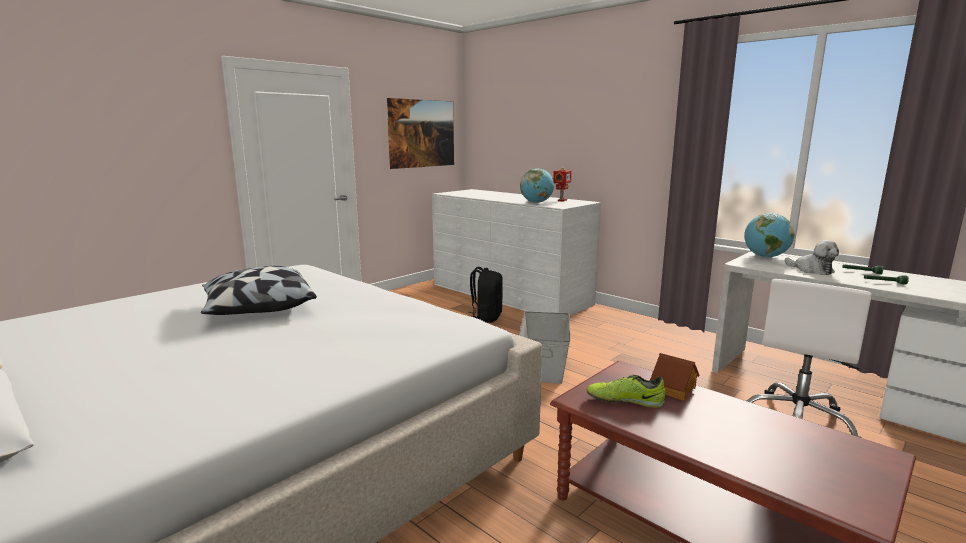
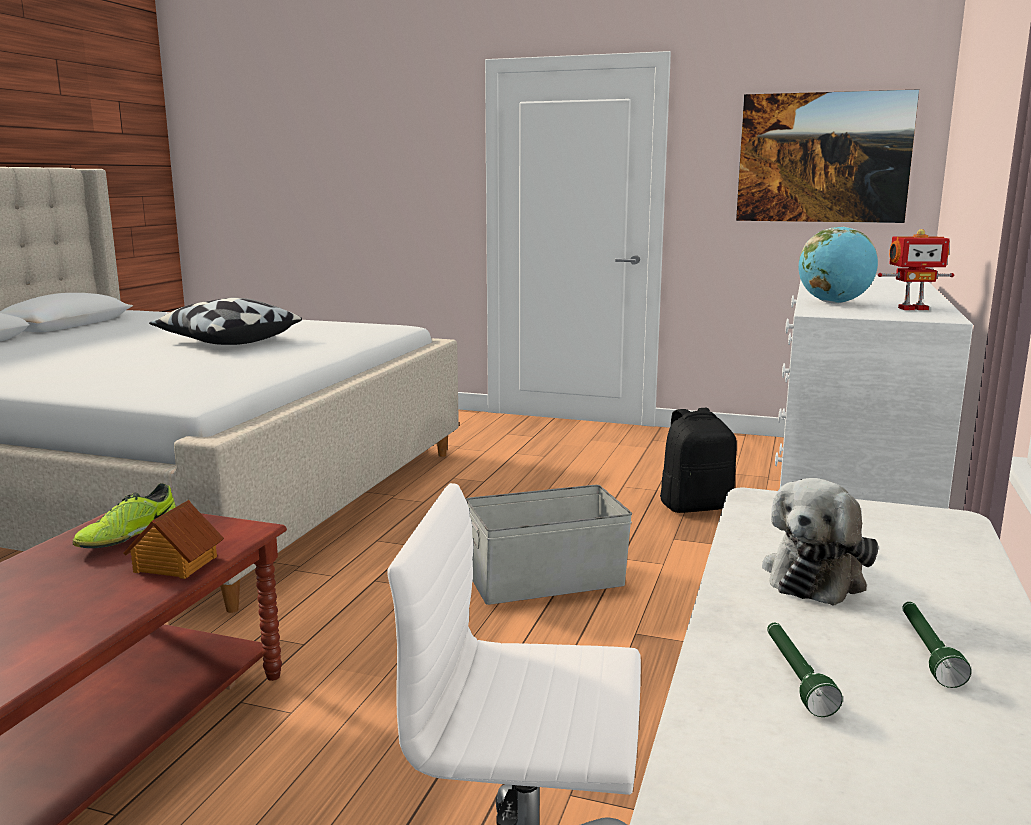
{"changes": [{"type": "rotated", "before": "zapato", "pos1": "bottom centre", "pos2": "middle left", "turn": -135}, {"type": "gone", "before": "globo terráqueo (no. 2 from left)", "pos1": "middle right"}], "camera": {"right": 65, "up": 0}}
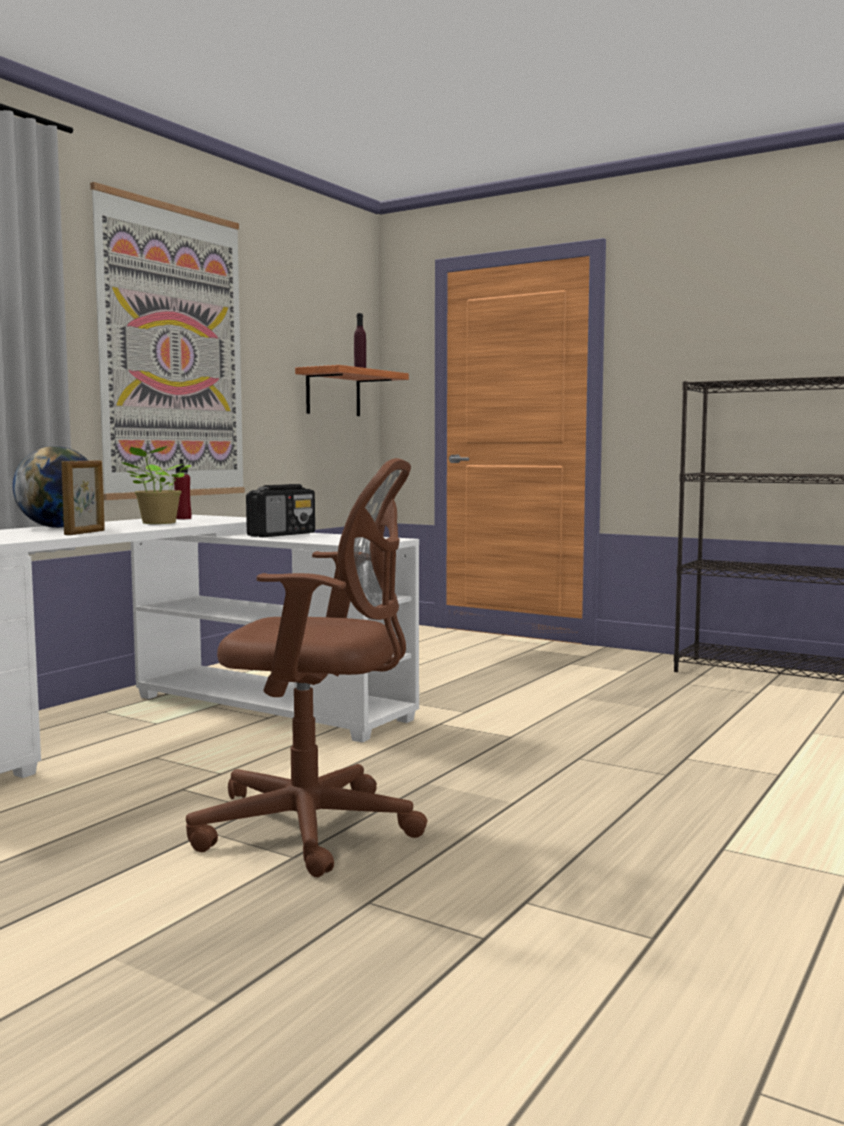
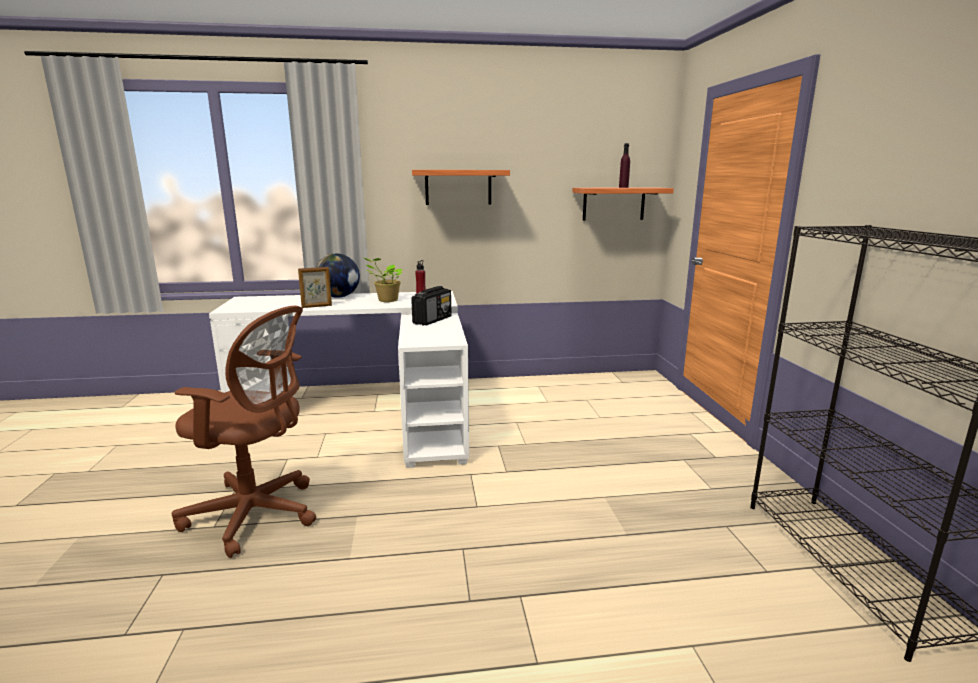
{"changes": [{"type": "rotated", "before": "silla de oficina (marrón)", "pos1": "centre", "pos2": "middle left", "turn": -45}, {"type": "rotated", "before": "radio", "pos1": "middle left", "pos2": "centre", "turn": -60}, {"type": "swapped", "before": "cuadro", "after": "estante (no. 1 from left)", "pos1": "top left", "pos2": "top centre"}], "camera": {"right": 50, "up": 10}}
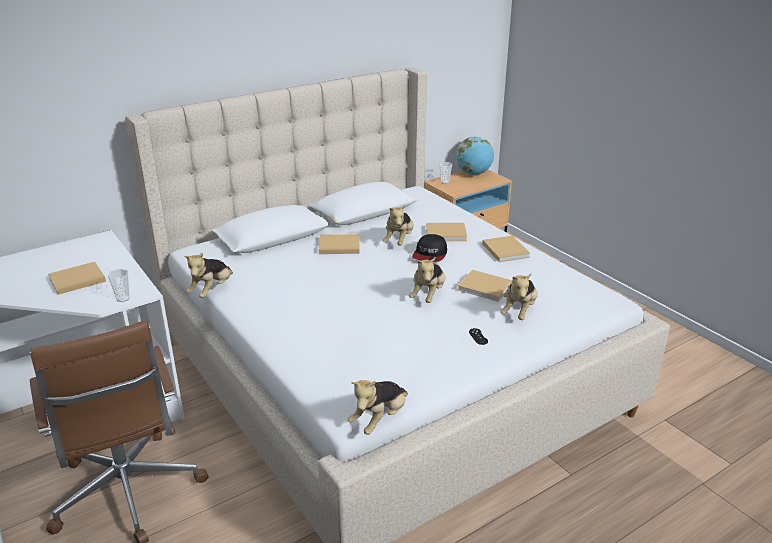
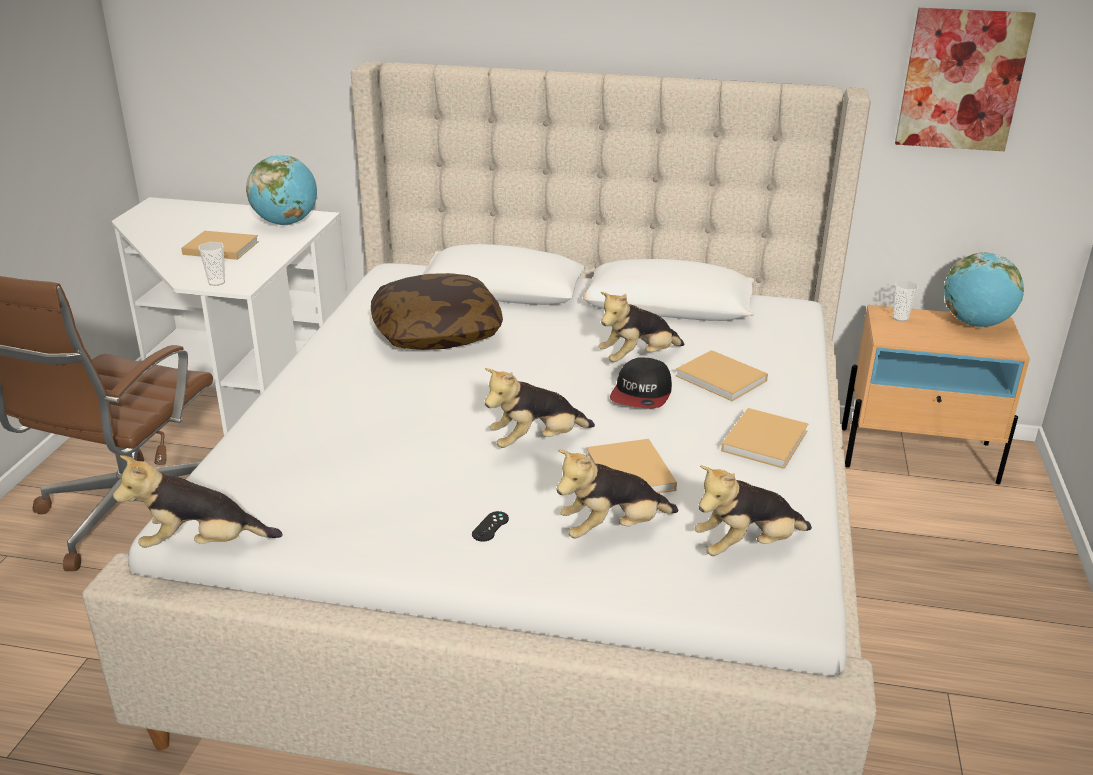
{"changes": [{"type": "new", "after": "globo terráqueo (no. 1 from left)", "pos2": "top left"}, {"type": "new", "after": "cojín", "pos2": "centre"}, {"type": "rotated", "before": "gorra", "pos1": "centre", "pos2": "centre", "turn": -45}, {"type": "shifted", "before": "peluche (no. 1 from left in the first image)", "after": "peluche (no. 5 from left)", "pos1": "middle left", "pos2": "middle right"}, {"type": "new", "after": "cuadro", "pos2": "top right"}, {"type": "gone", "before": "libro (beis) (no. 2 from left)", "pos1": "centre"}], "camera": {"right": 45, "up": 0}}
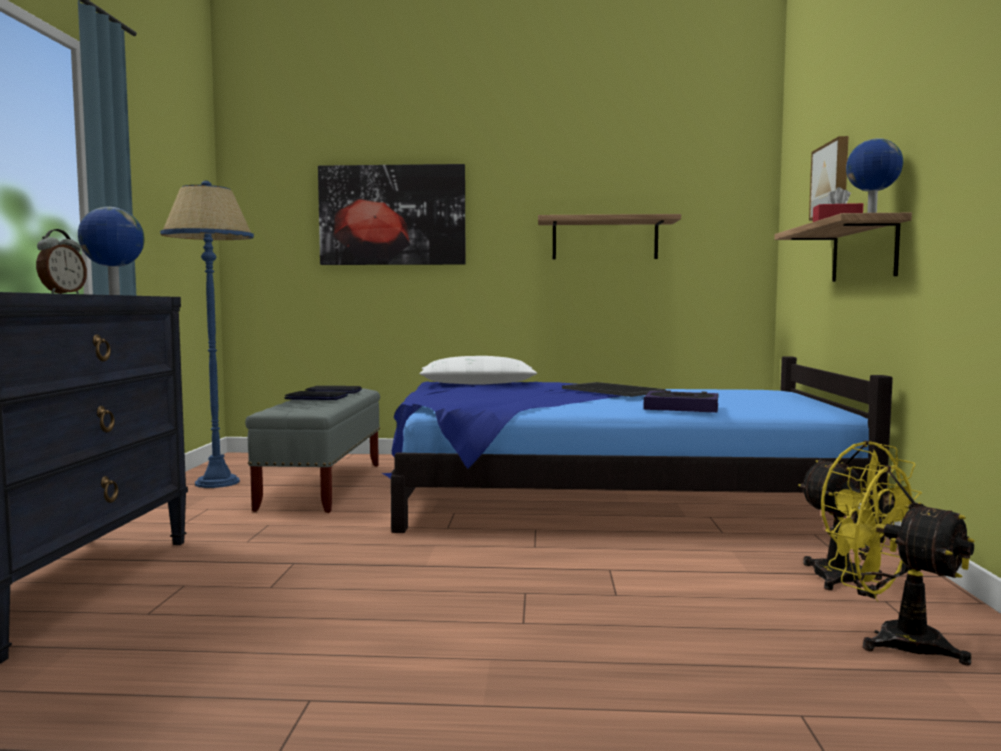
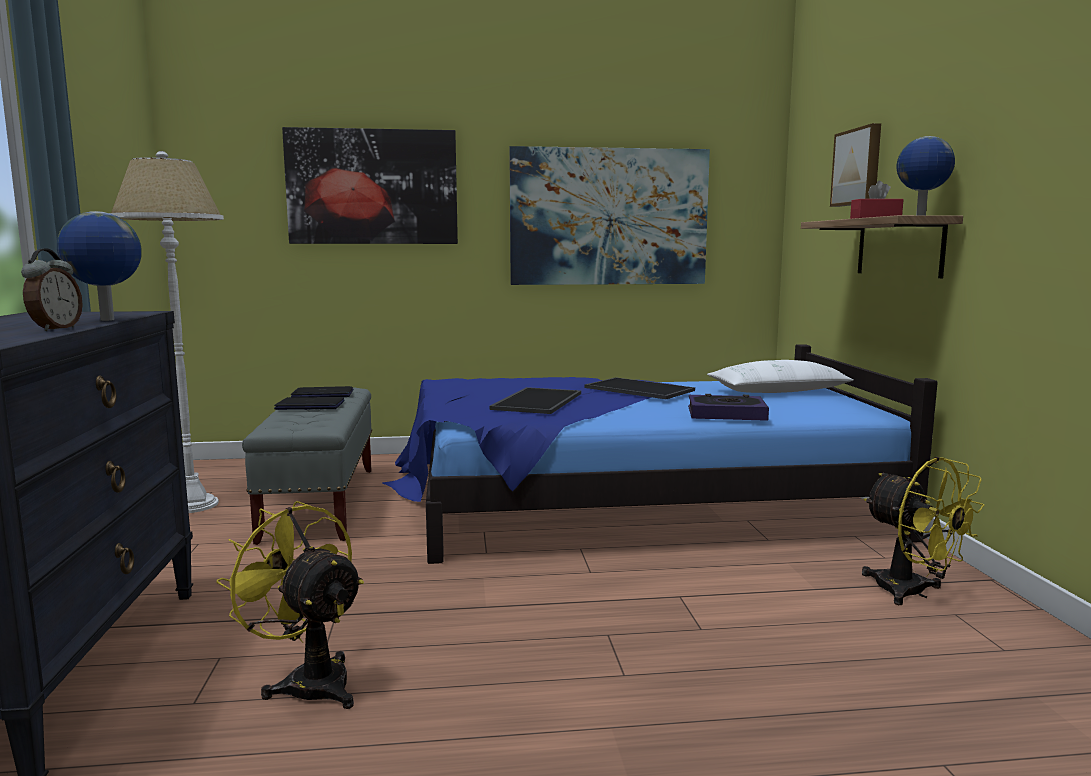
{"changes": [{"type": "repainted", "before": "lámpara de pie (azul)", "after": "lámpara de pie (blanco)", "pos1": "middle left", "pos2": "middle left"}, {"type": "shifted", "before": "ventilador (amarillo) (no. 2 from left in the first image)", "after": "ventilador (amarillo) (no. 1 from left)", "pos1": "bottom right", "pos2": "bottom left"}, {"type": "new", "after": "bandeja (no. 1 from left)", "pos2": "centre"}, {"type": "swapped", "before": "estante (no. 1 from left)", "after": "cuadro (no. 2 from left)", "pos1": "top centre", "pos2": "top centre"}, {"type": "shifted", "before": "cojín (blanco)", "pos1": "centre", "pos2": "middle right"}], "camera": {"right": -10, "up": 5}}
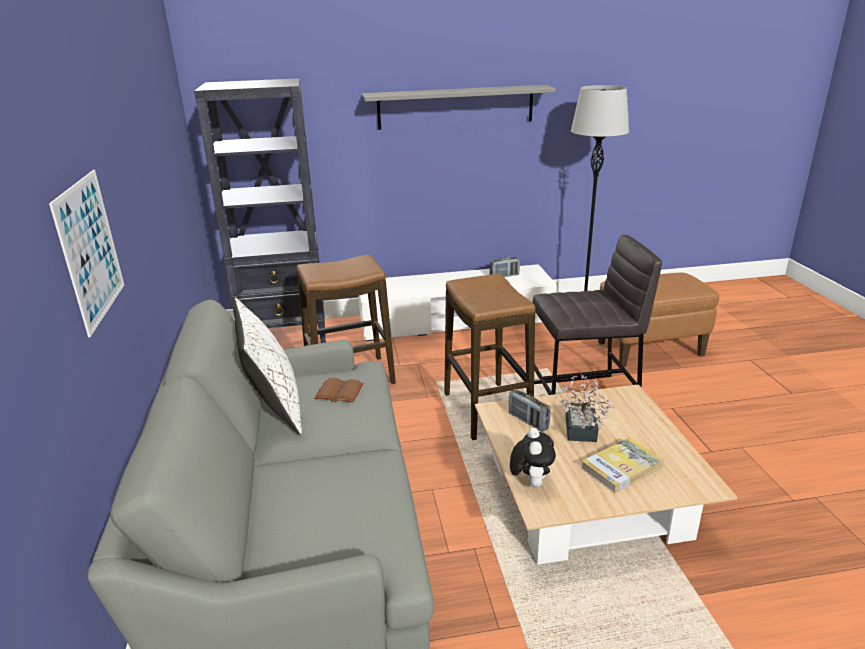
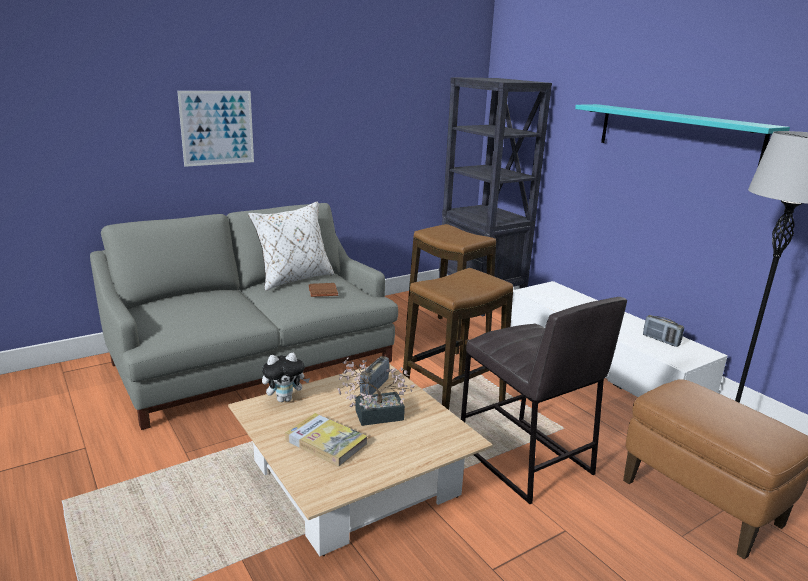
{"changes": [{"type": "repainted", "before": "estante (gris)", "after": "estante (turquesa)", "pos1": "top centre", "pos2": "top right"}], "camera": {"right": 65, "up": -5}}
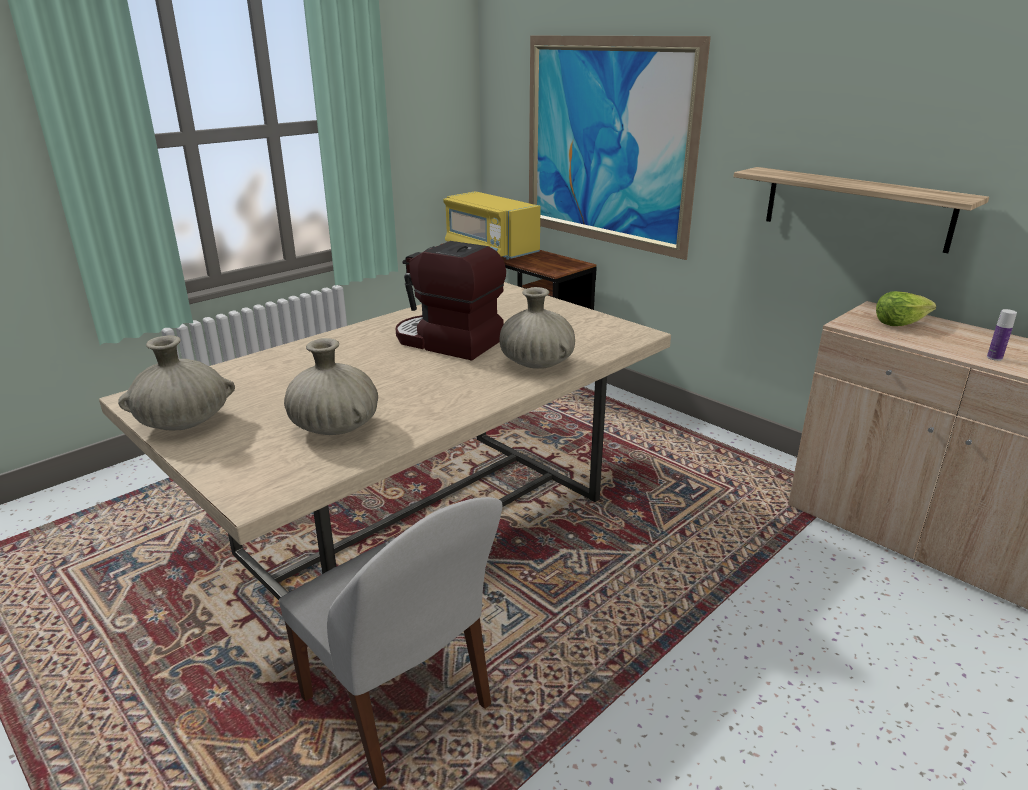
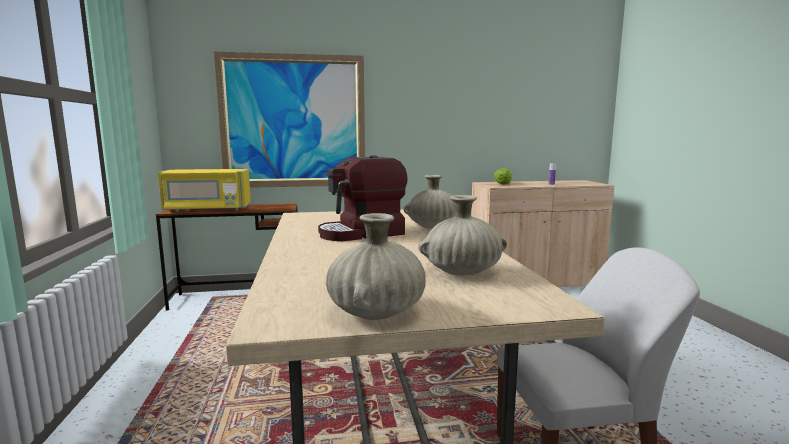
{"changes": [{"type": "gone", "before": "estante", "pos1": "top right"}], "camera": {"right": -55, "up": -15}}
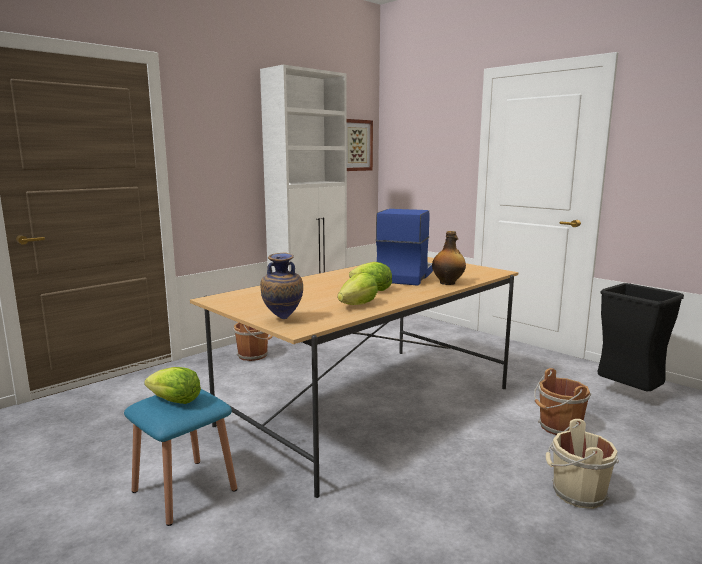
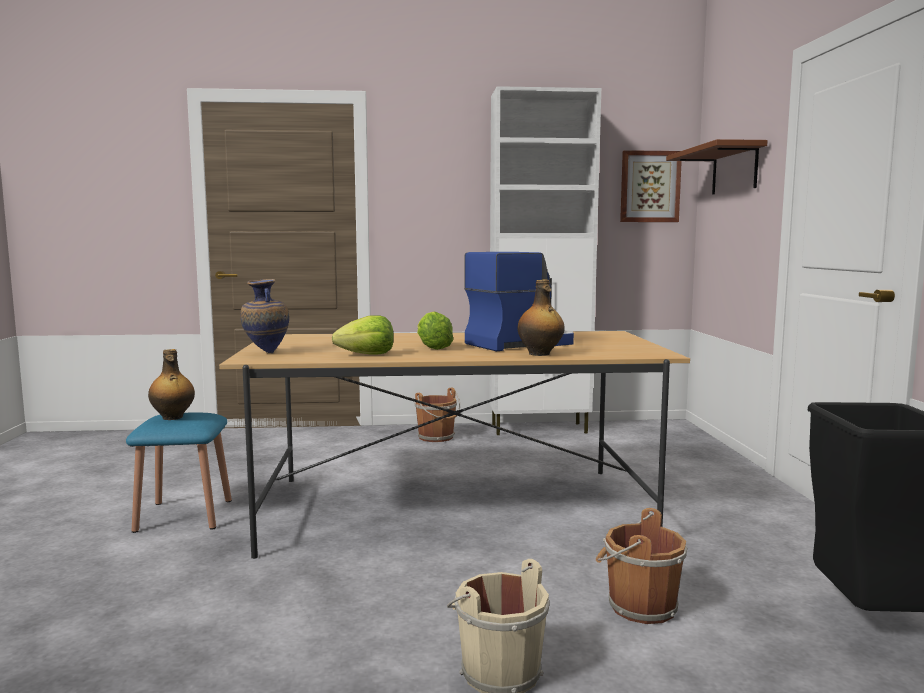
{"changes": [{"type": "swapped", "before": "lechuga (no. 1 from left)", "after": "botella (no. 1 from left)", "pos1": "bottom left", "pos2": "middle left"}, {"type": "new", "after": "estante (marrón)", "pos2": "top right"}], "camera": {"right": 40, "up": -5}}
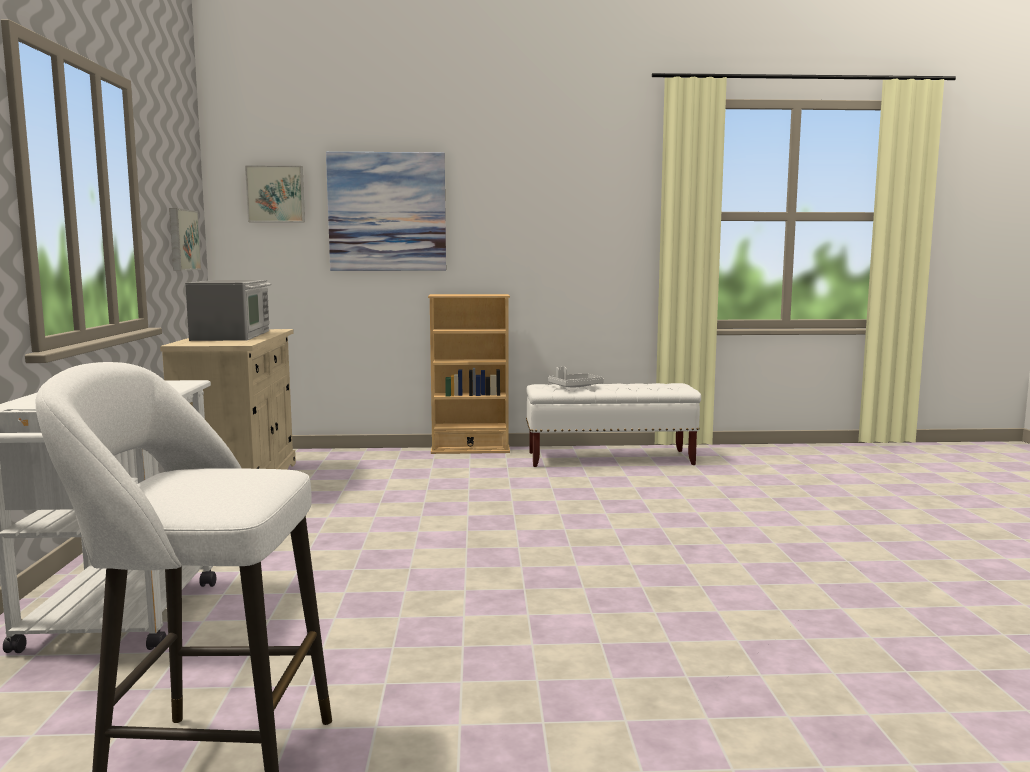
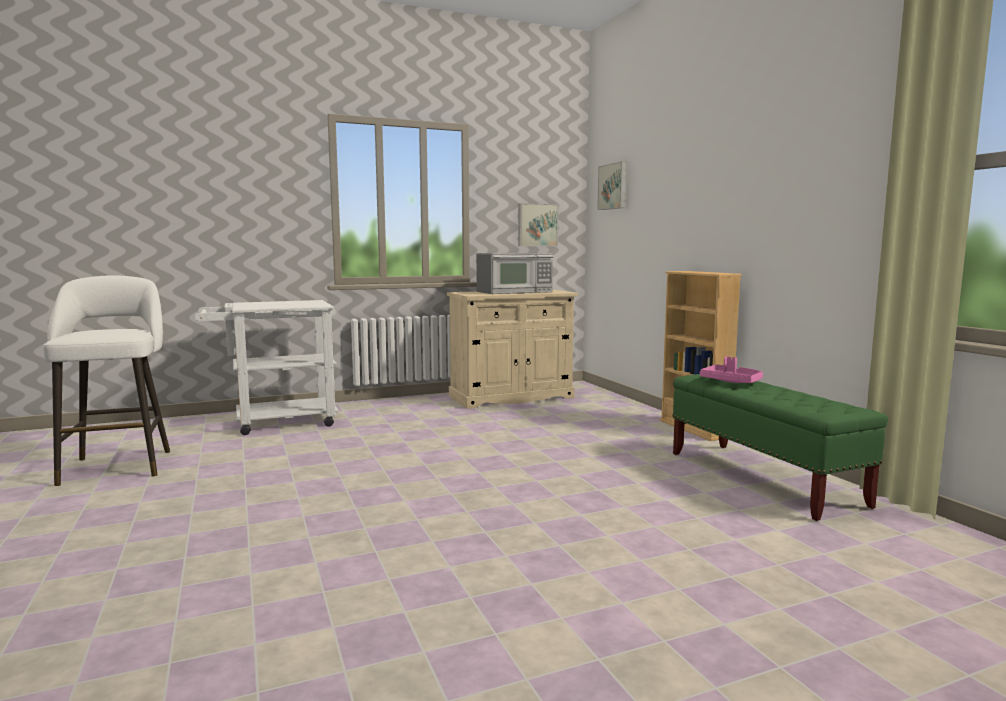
{"changes": [{"type": "repainted", "before": "banco (blanco)", "after": "banco (verde)", "pos1": "centre", "pos2": "middle right"}, {"type": "repainted", "before": "bandeja (gris)", "after": "bandeja (rosa)", "pos1": "centre", "pos2": "middle right"}, {"type": "gone", "before": "cuadro (no. 3 from left)", "pos1": "top centre"}], "camera": {"right": 70, "up": 0}}
